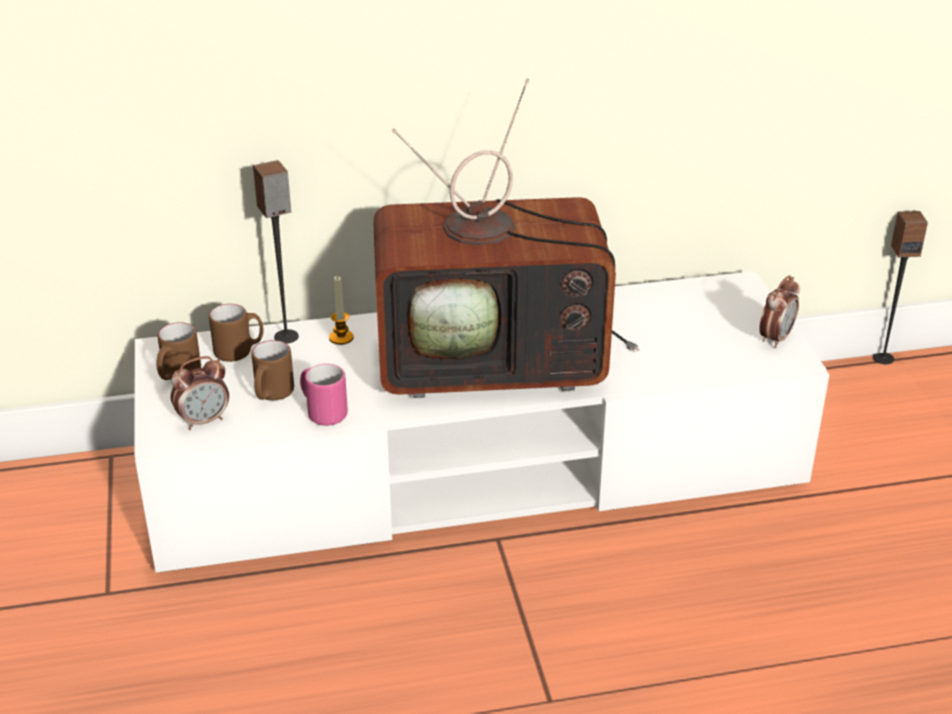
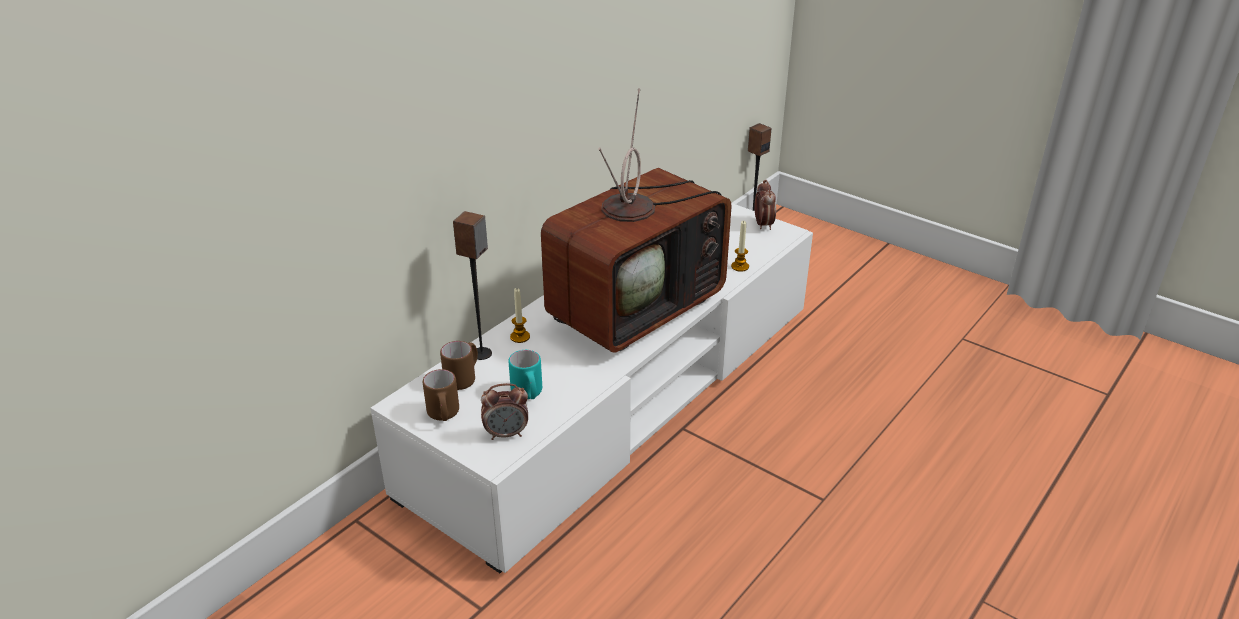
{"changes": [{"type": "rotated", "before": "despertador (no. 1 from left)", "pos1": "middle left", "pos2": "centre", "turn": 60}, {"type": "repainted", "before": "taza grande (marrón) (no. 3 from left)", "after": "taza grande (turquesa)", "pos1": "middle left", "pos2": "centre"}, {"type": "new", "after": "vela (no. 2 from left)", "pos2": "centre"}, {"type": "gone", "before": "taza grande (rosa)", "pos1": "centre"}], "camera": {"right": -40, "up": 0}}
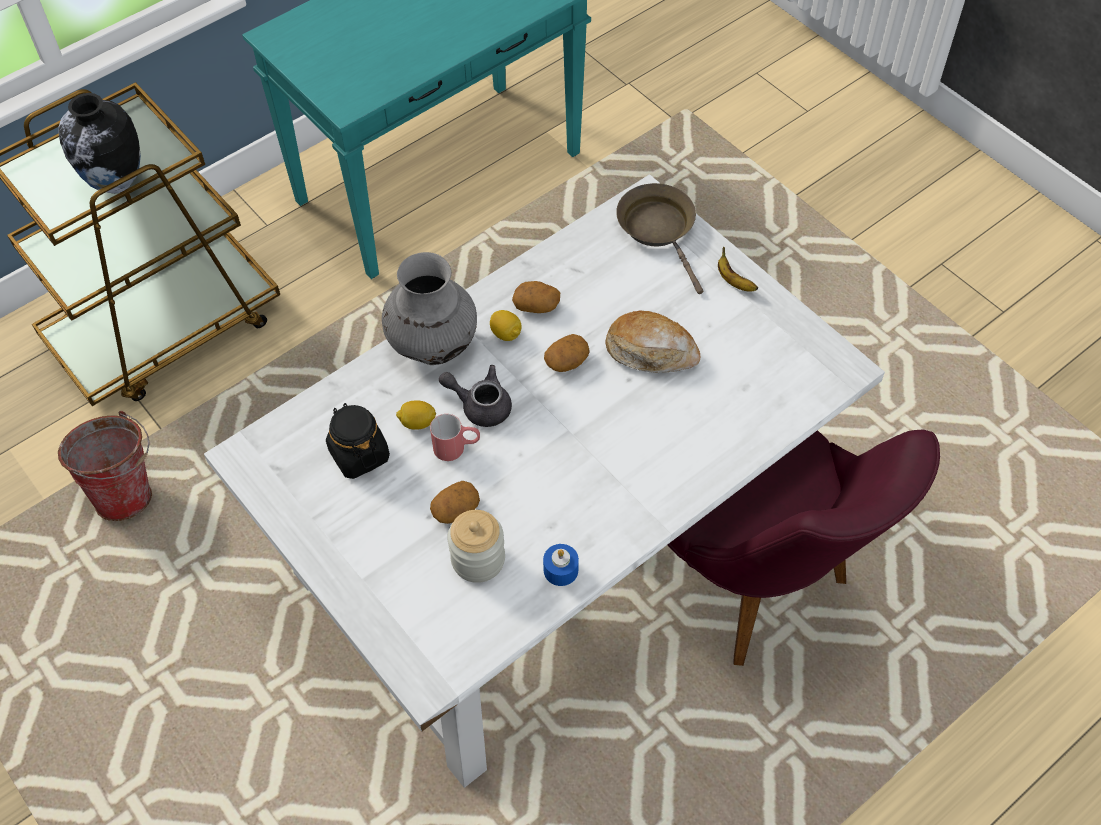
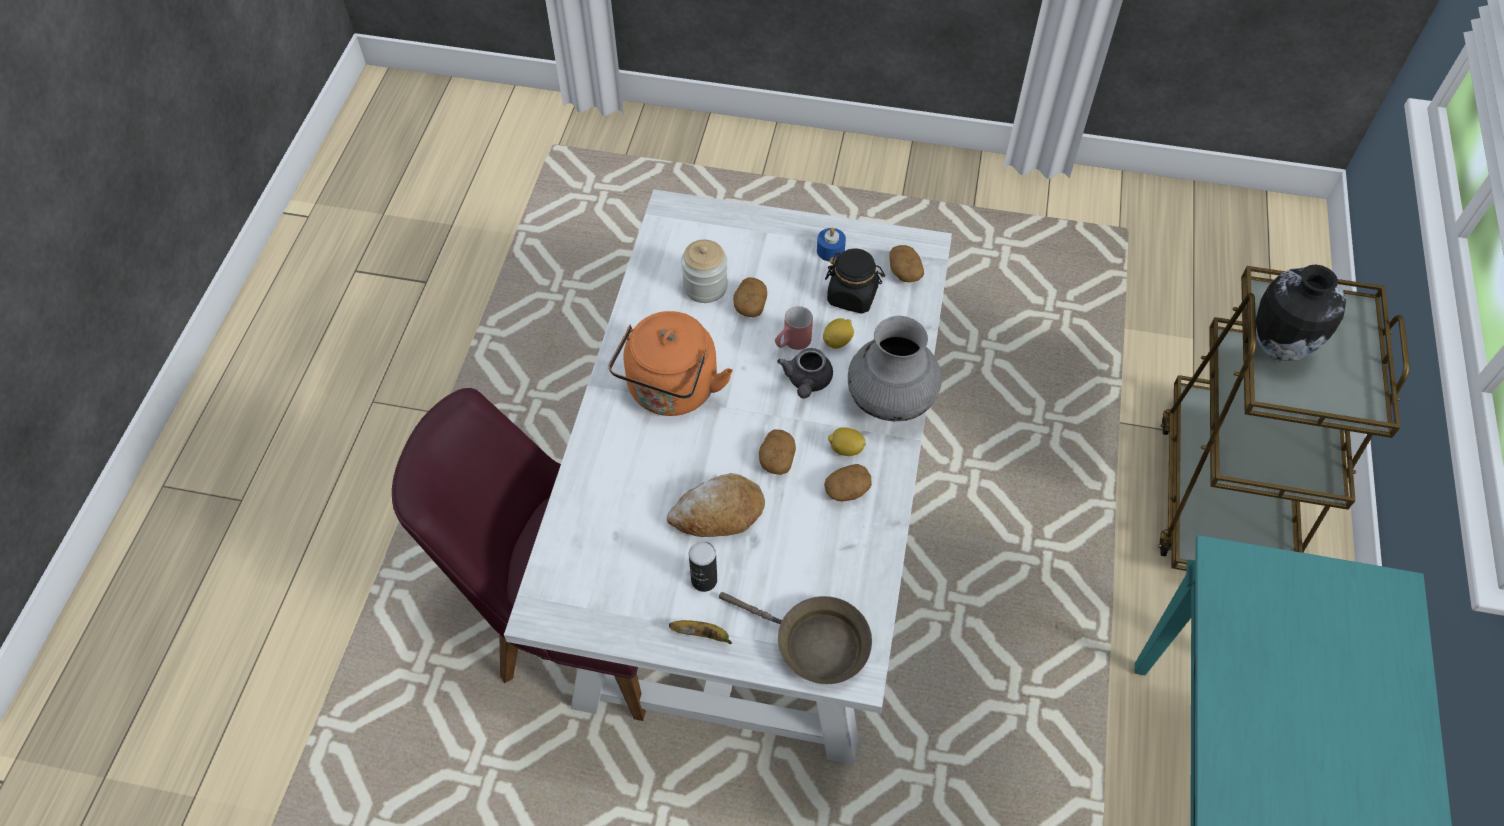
{"changes": [{"type": "new", "after": "hervidor (naranja)", "pos2": "centre"}, {"type": "new", "after": "lata", "pos2": "bottom centre"}, {"type": "rotated", "before": "tetera (gris)", "pos1": "centre", "pos2": "centre", "turn": 120}, {"type": "shifted", "before": "vela (azul)", "pos1": "bottom centre", "pos2": "top centre"}, {"type": "new", "after": "patata (no. 4 from left)", "pos2": "top centre"}, {"type": "gone", "before": "cubo", "pos1": "middle left"}], "camera": {"right": 140, "up": 0}}
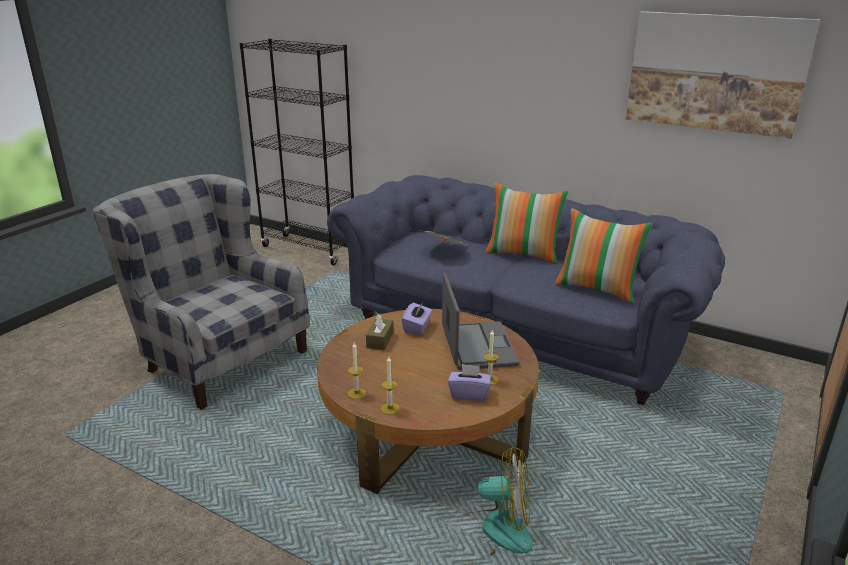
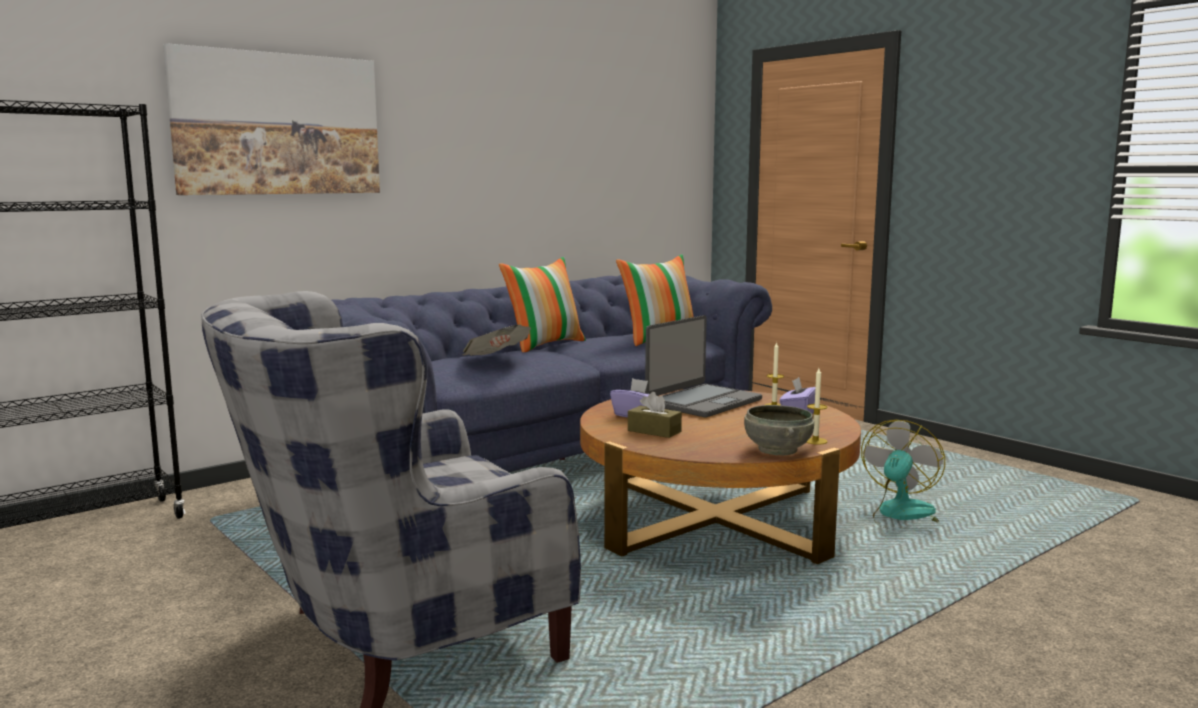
{"changes": [{"type": "shifted", "before": "cuadro", "pos1": "top right", "pos2": "top left"}, {"type": "rotated", "before": "portátil", "pos1": "centre", "pos2": "centre", "turn": 120}, {"type": "swapped", "before": "vela (no. 1 from left)", "after": "cuenco (gris)", "pos1": "centre", "pos2": "centre"}], "camera": {"right": -70, "up": -15}}
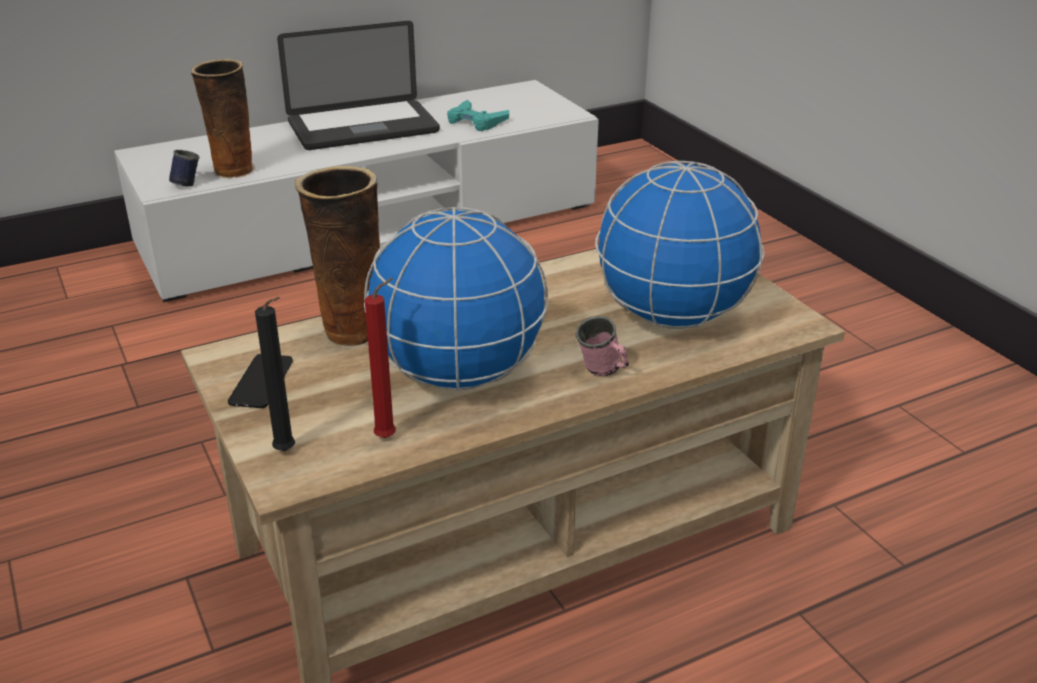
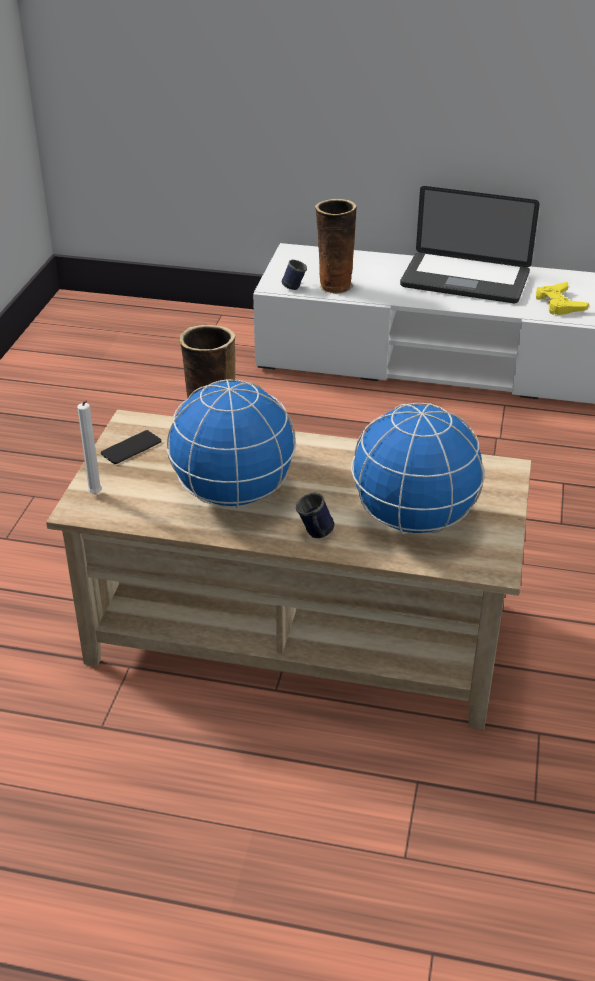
{"changes": [{"type": "repainted", "before": "vela (negro)", "after": "vela (blanco)", "pos1": "middle left", "pos2": "middle left"}, {"type": "repainted", "before": "taza grande (rosa)", "after": "taza grande (azul) (no. 2 from left)", "pos1": "centre", "pos2": "centre"}, {"type": "repainted", "before": "mando de consola (turquesa)", "after": "mando de consola (amarillo)", "pos1": "top centre", "pos2": "top right"}, {"type": "gone", "before": "vela (rojo)", "pos1": "centre"}], "camera": {"right": 40, "up": 5}}
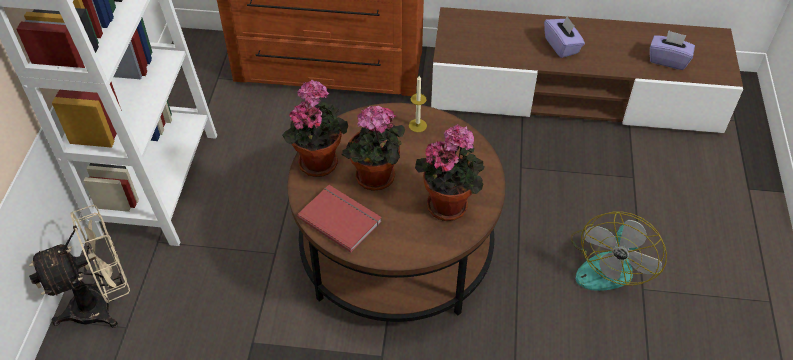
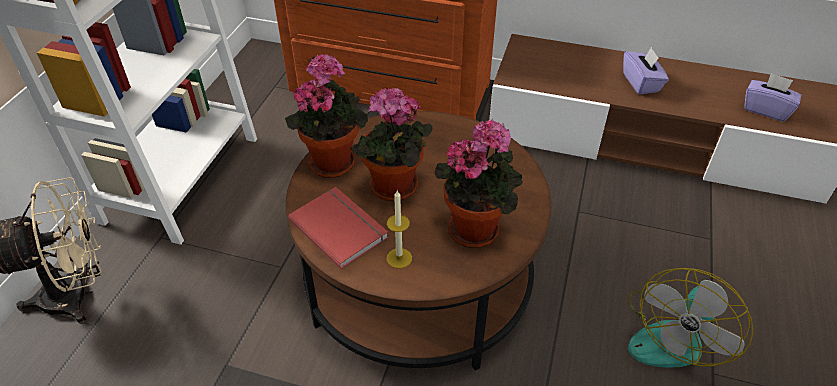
{"changes": [{"type": "shifted", "before": "vela", "pos1": "top centre", "pos2": "centre"}], "camera": {"right": 10, "up": -5}}
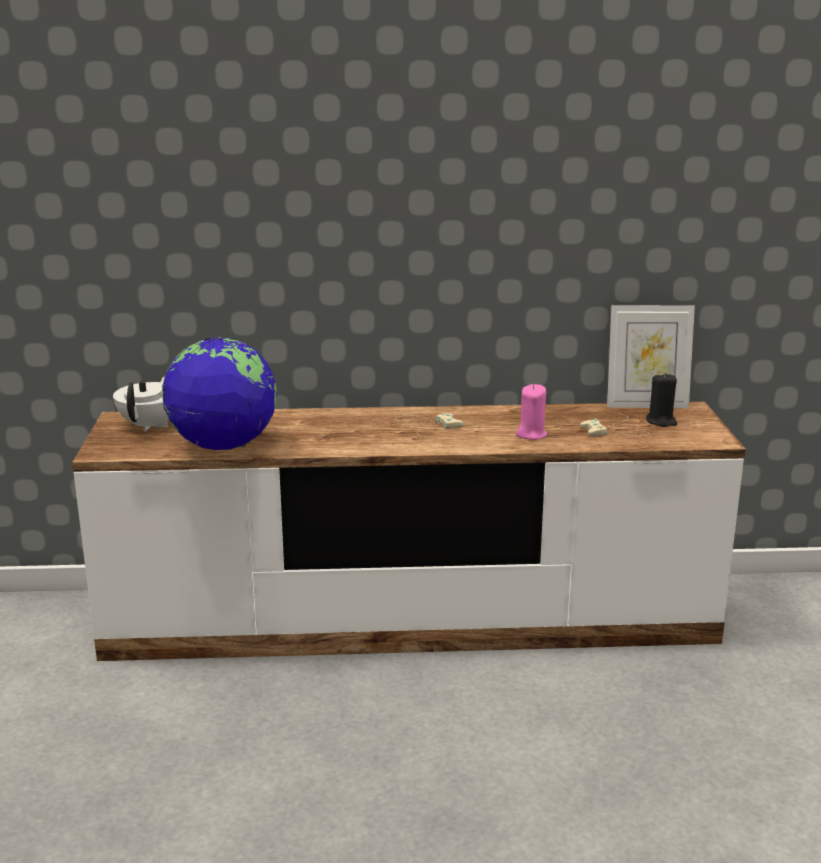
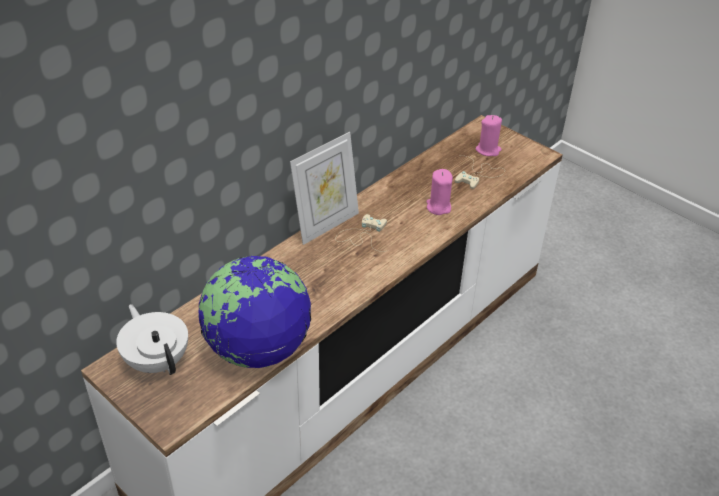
{"changes": [{"type": "shifted", "before": "portarretratos", "pos1": "middle right", "pos2": "centre"}, {"type": "repainted", "before": "vela (negro)", "after": "vela (rosa) (no. 2 from left)", "pos1": "middle right", "pos2": "top right"}], "camera": {"right": -45, "up": 20}}
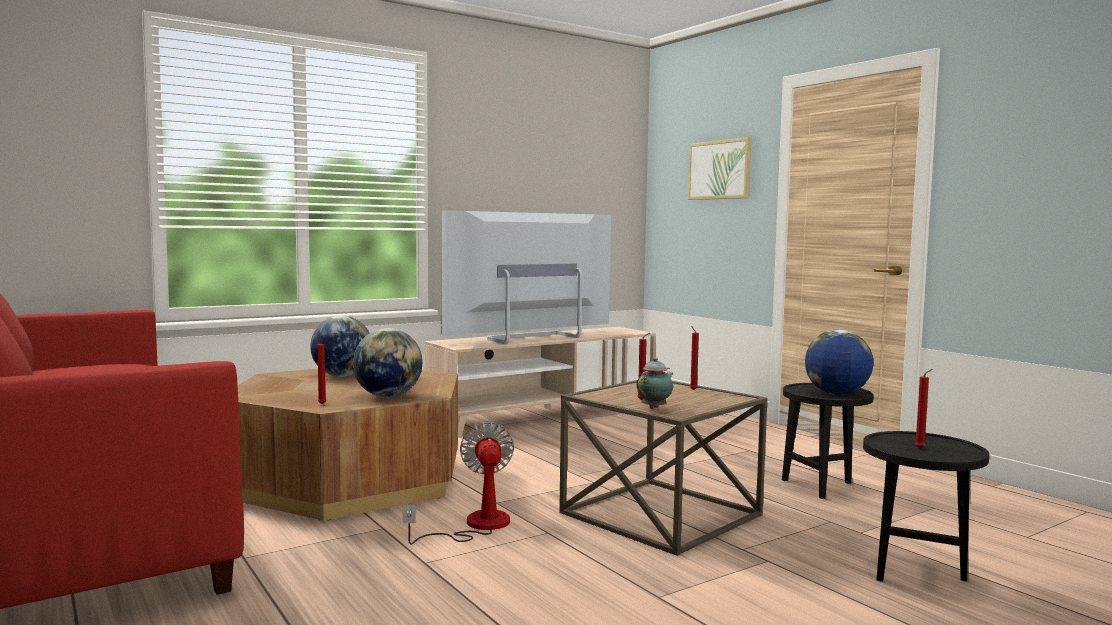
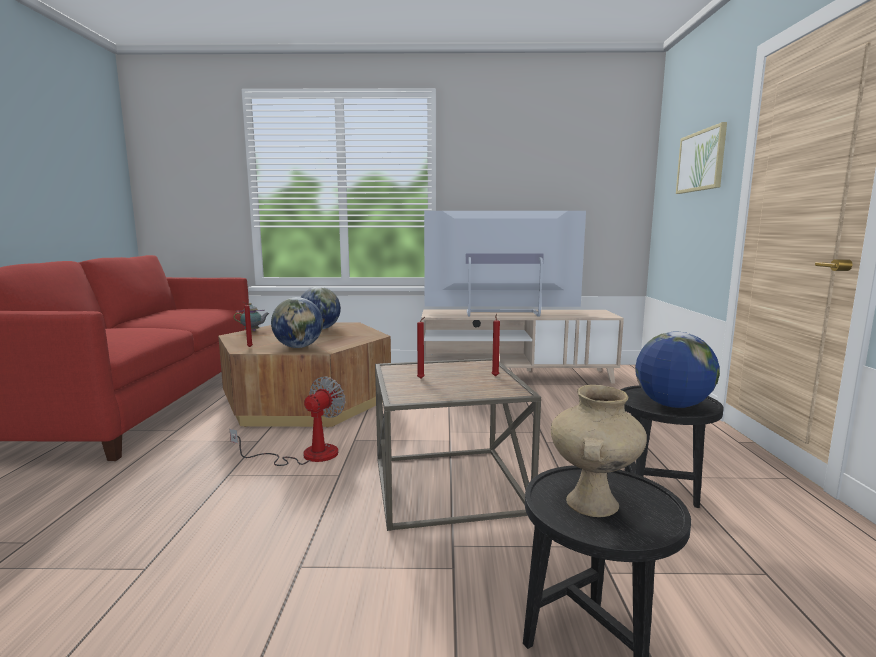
{"changes": [{"type": "shifted", "before": "tetera", "pos1": "centre", "pos2": "middle left"}, {"type": "swapped", "before": "vela (rojo) (no. 4 from left)", "after": "florero (beis)", "pos1": "middle right", "pos2": "bottom right"}], "camera": {"right": 35, "up": 5}}
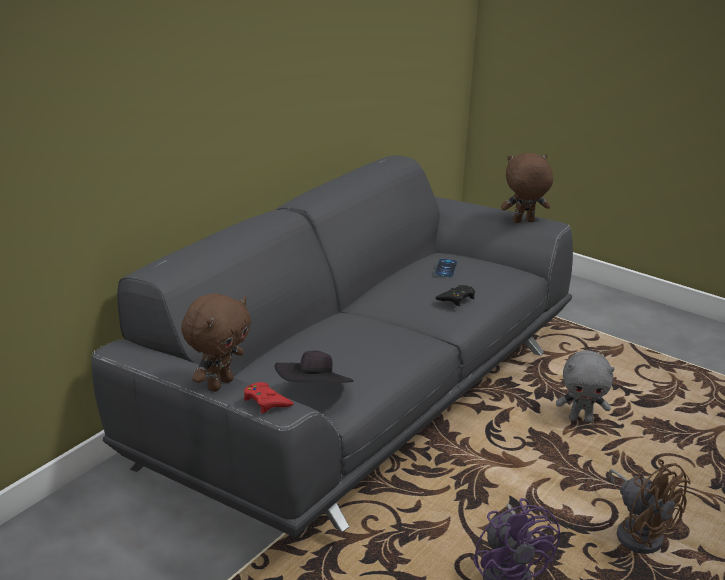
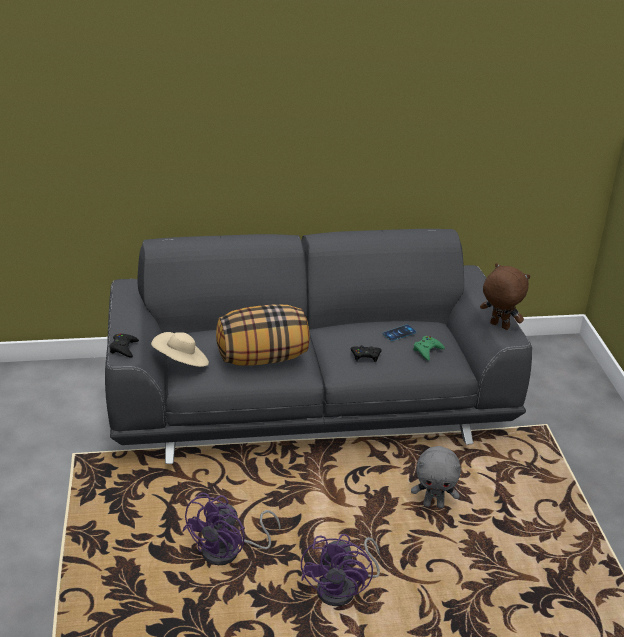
{"changes": [{"type": "repainted", "before": "mando de consola (rojo)", "after": "mando de consola (negro) (no. 1 from left)", "pos1": "bottom centre", "pos2": "middle left"}, {"type": "repainted", "before": "sombrero (negro)", "after": "sombrero (beis)", "pos1": "centre", "pos2": "middle left"}, {"type": "new", "after": "cojín", "pos2": "centre"}, {"type": "repainted", "before": "ventilador (marrón)", "after": "ventilador (morado) (no. 2 from left)", "pos1": "bottom right", "pos2": "bottom centre"}, {"type": "rotated", "before": "peluche (gris)", "pos1": "middle right", "pos2": "bottom right", "turn": -45}, {"type": "new", "after": "mando de consola (verde)", "pos2": "middle right"}, {"type": "gone", "before": "peluche (marrón) (no. 1 from left)", "pos1": "middle left"}], "camera": {"right": 45, "up": 5}}
